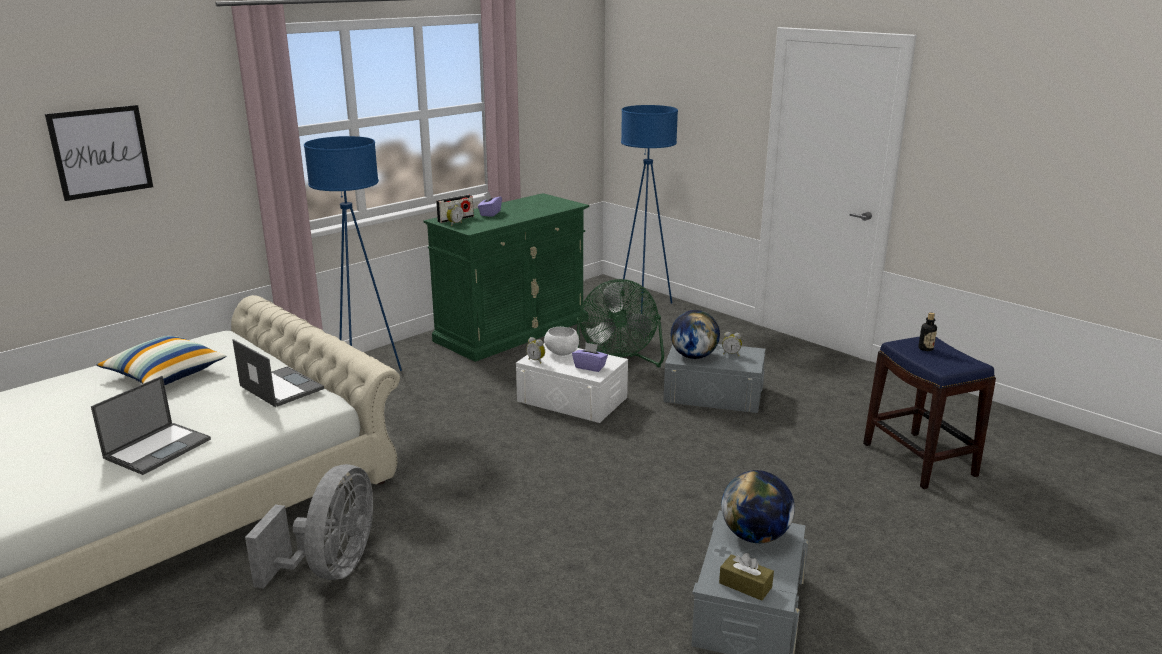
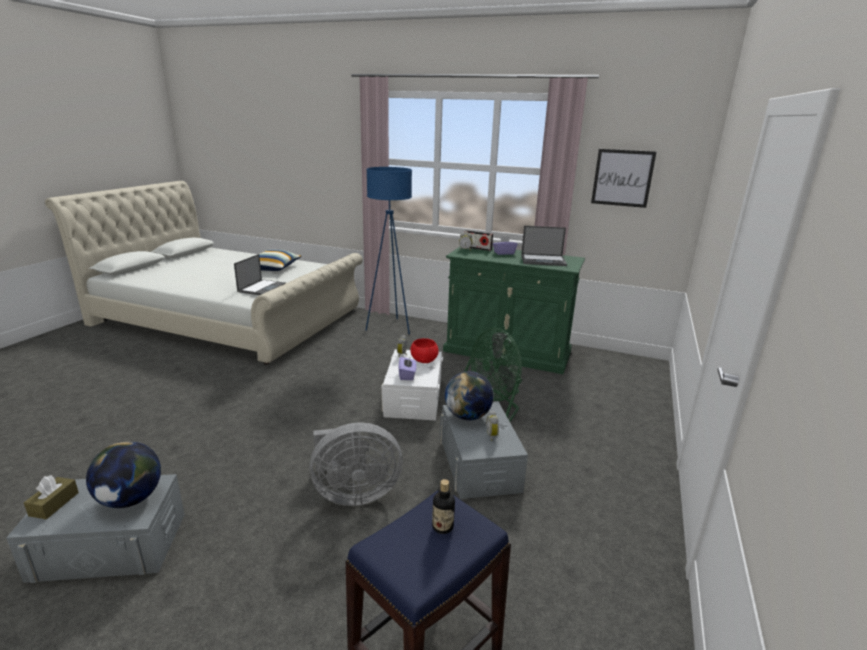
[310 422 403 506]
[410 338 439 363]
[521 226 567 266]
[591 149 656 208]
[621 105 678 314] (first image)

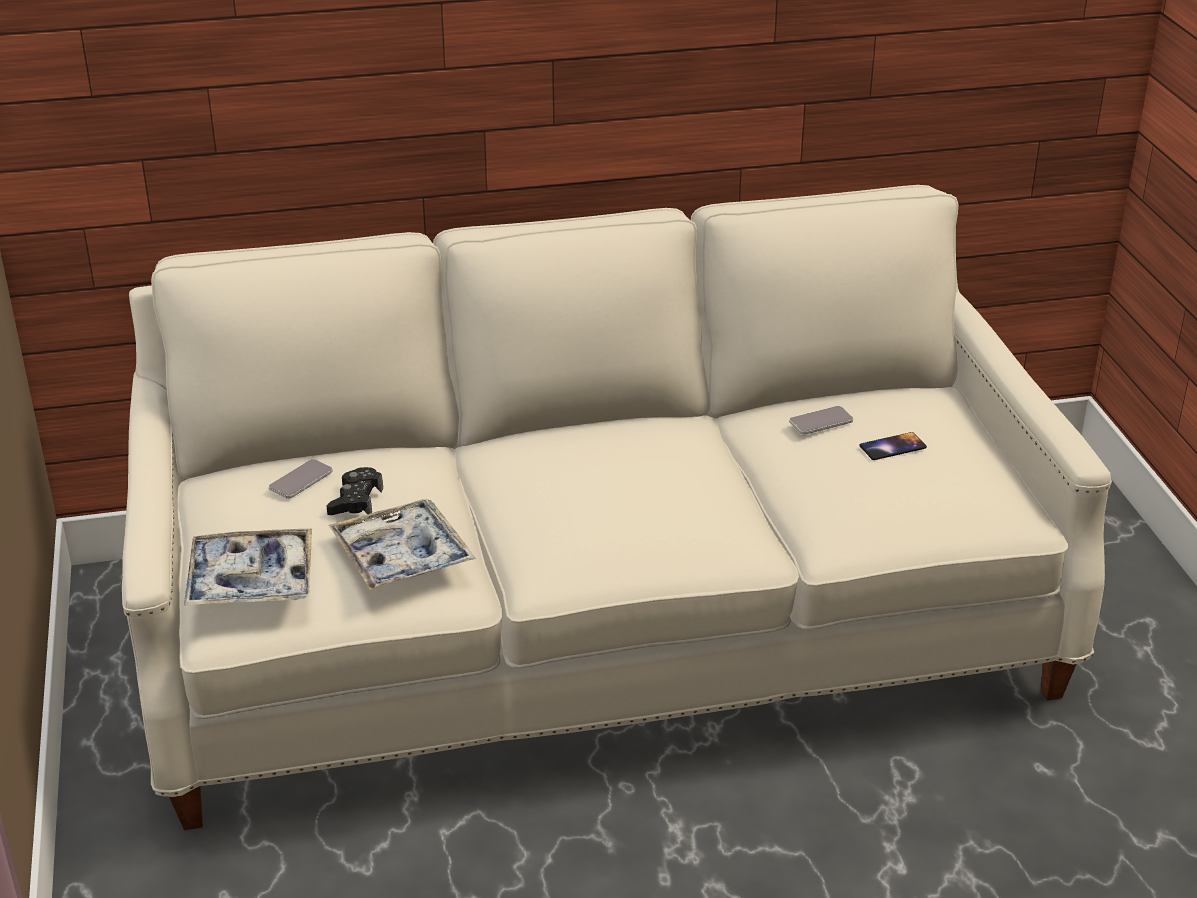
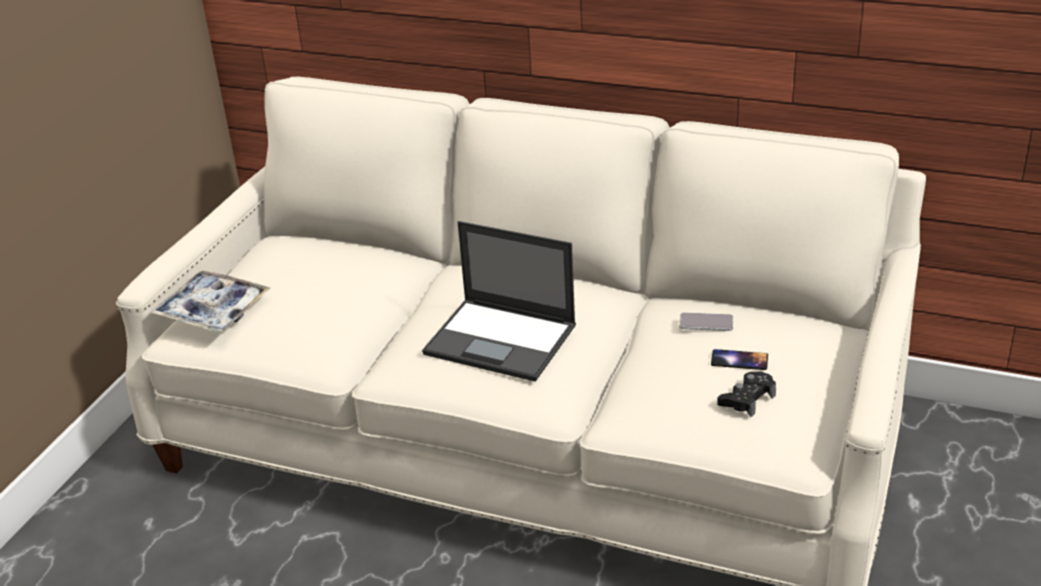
[422 221 576 382]
[717 372 776 417]
[269 459 333 499] (first image)
[329 499 476 590] (first image)

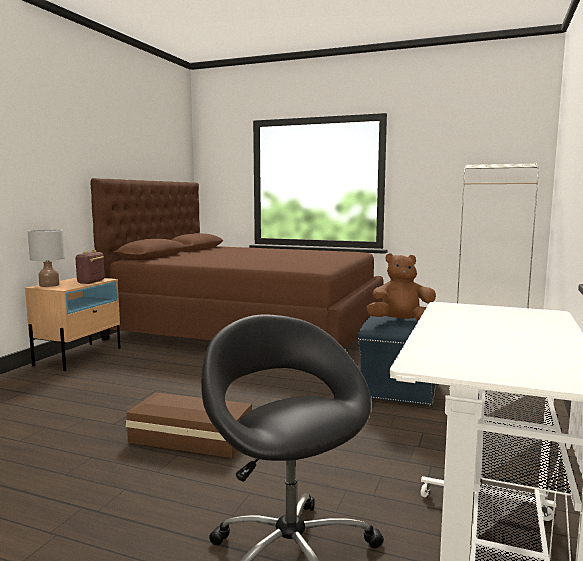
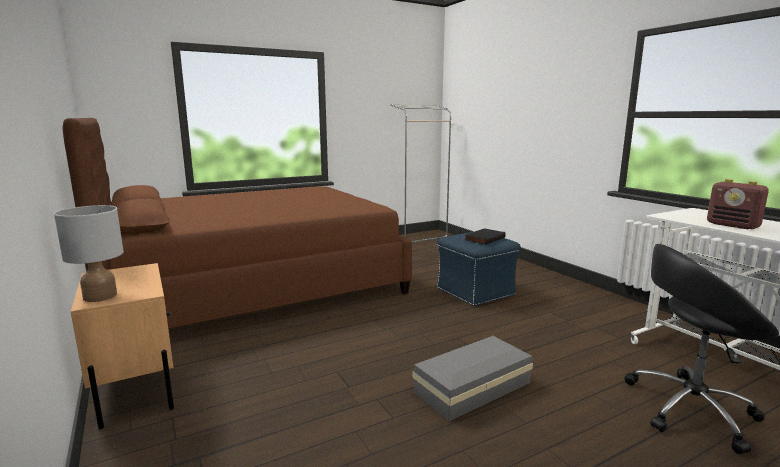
[412 336 533 421]
[465 228 506 245]
[707 179 769 229]

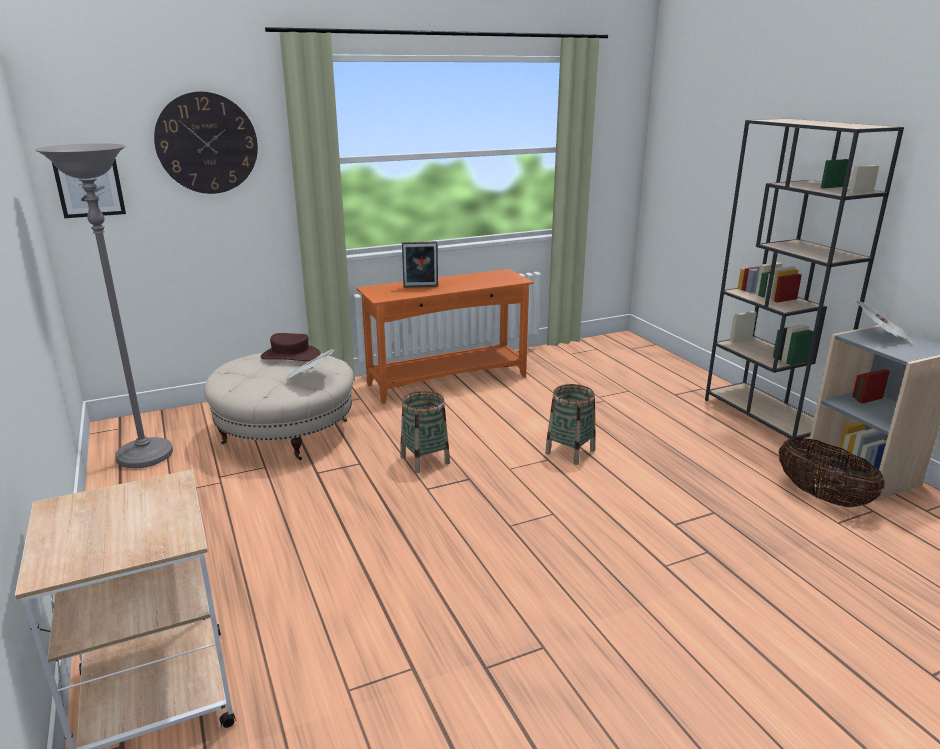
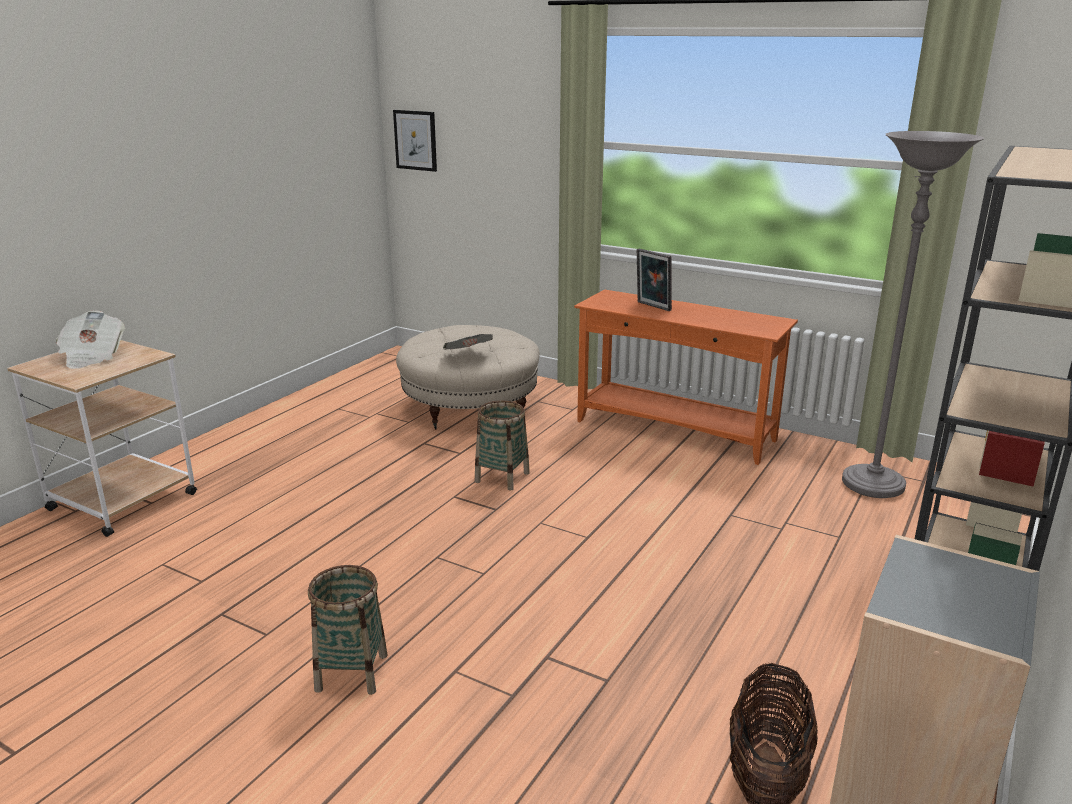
[56 310 125 369]
[308 565 388 695]
[842 131 984 498]
[154 92 258 194] (first image)
[260 333 321 361] (first image)

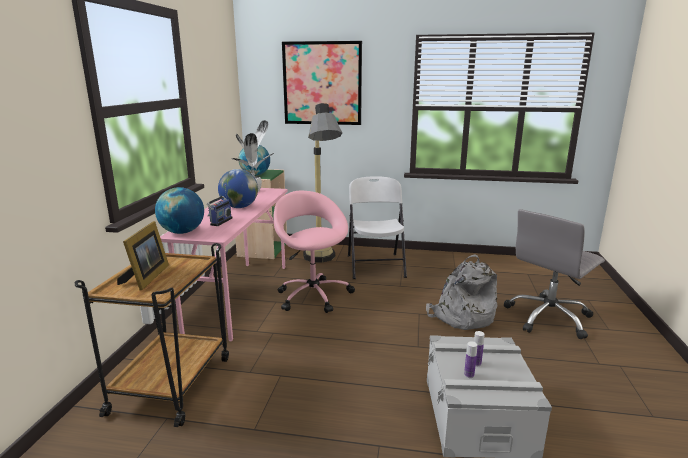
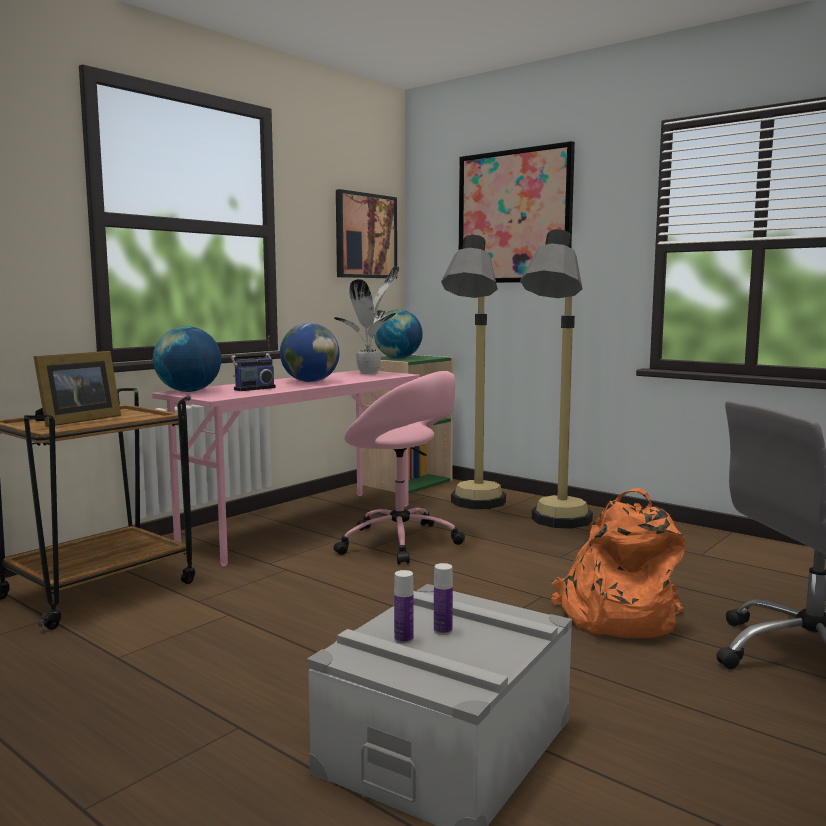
[333 371 465 564]
[336 189 397 278]
[520 229 593 529]
[551 488 686 638]

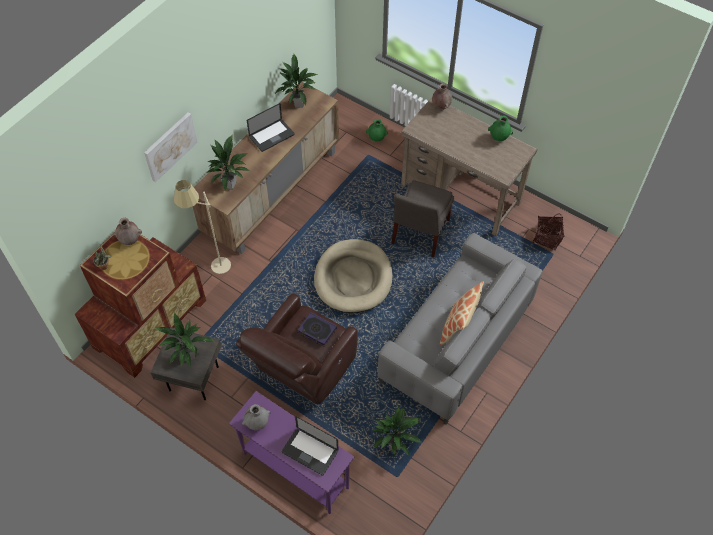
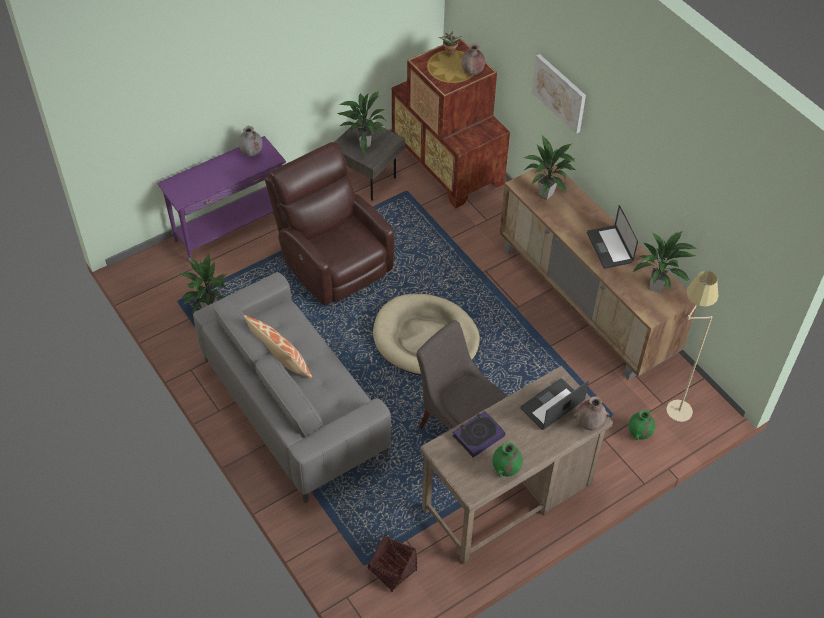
[452 411 505 458]
[520 378 589 430]
[666 271 718 422]

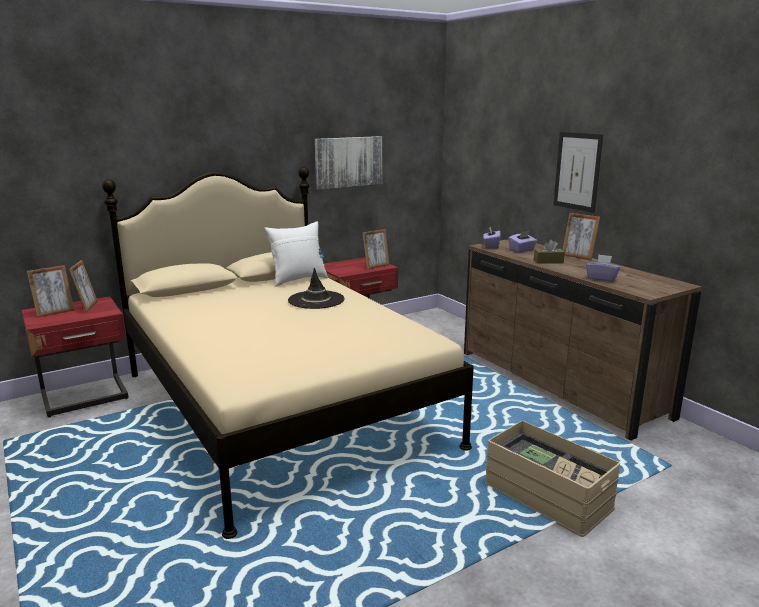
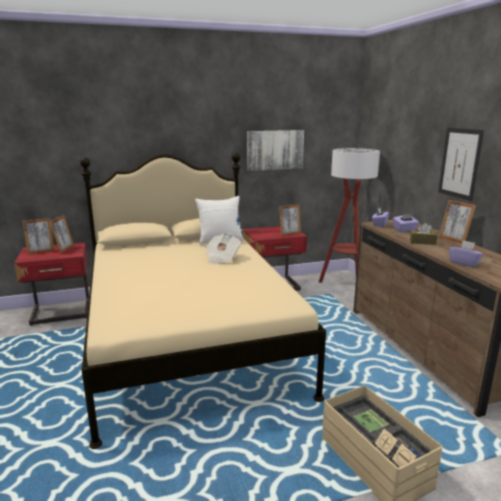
[206 233 242 265]
[319 148 380 283]

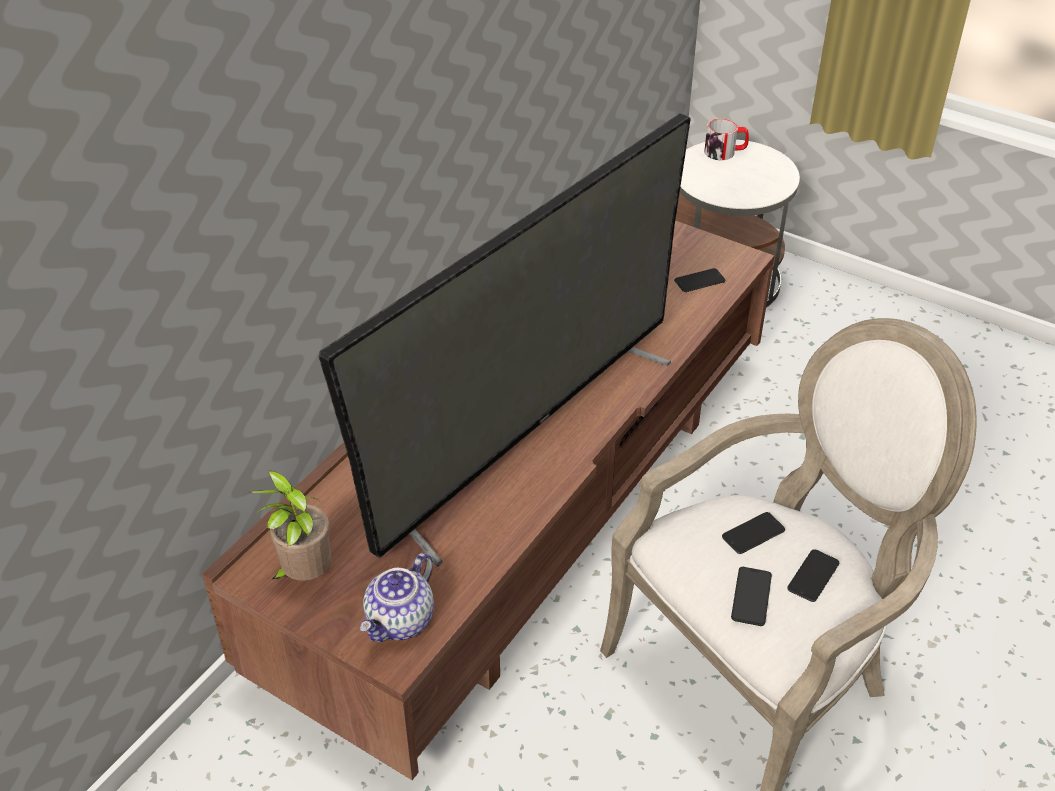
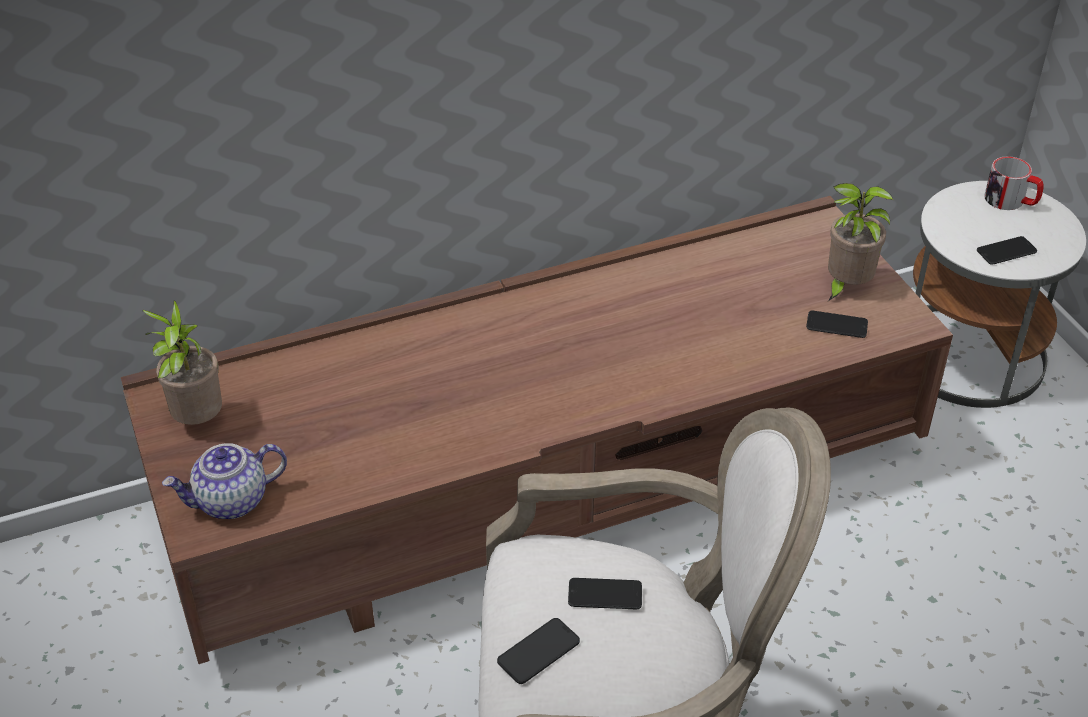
[828 183 893 301]
[977 236 1037 265]
[318 114 691 567] (first image)

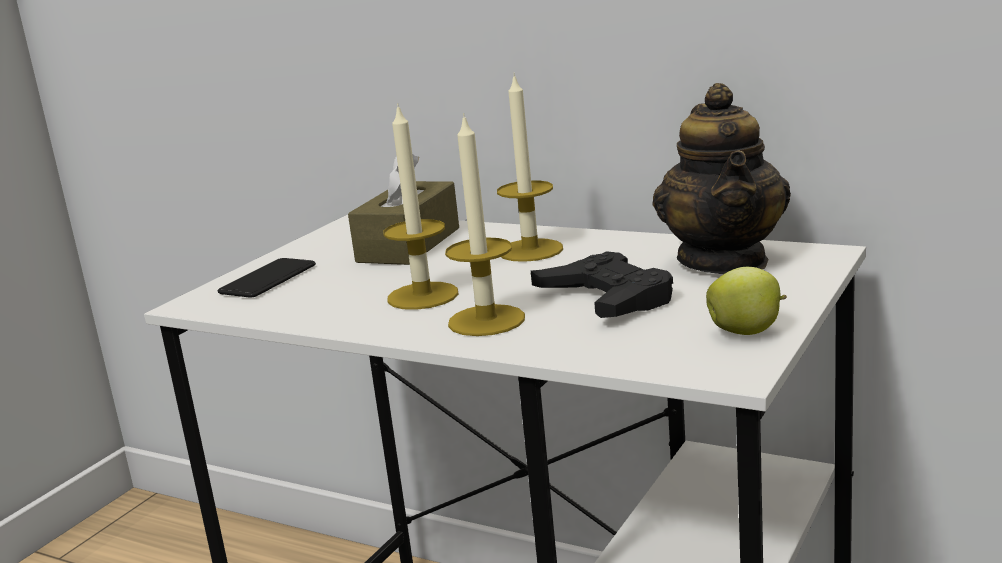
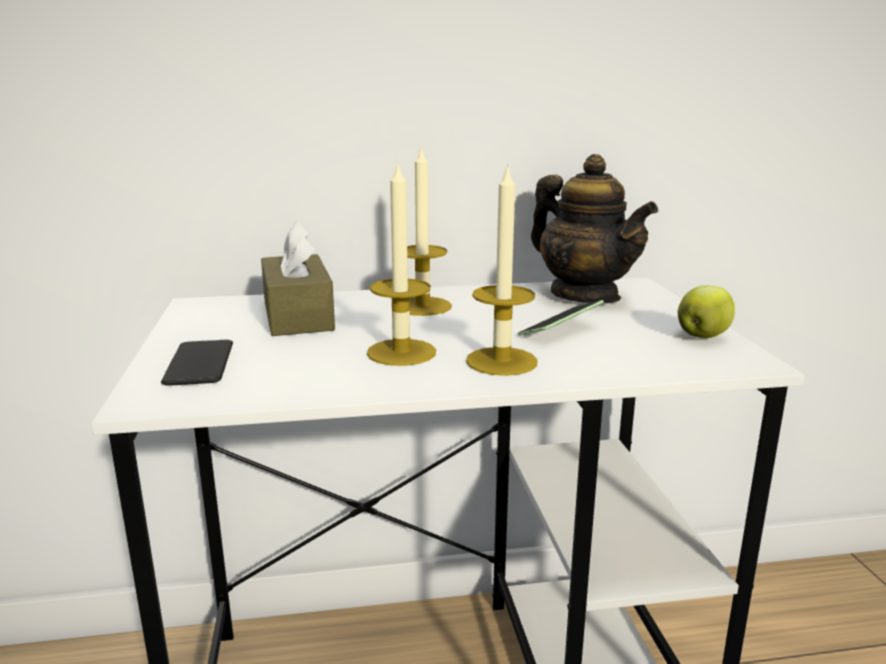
[517 300 604 336]

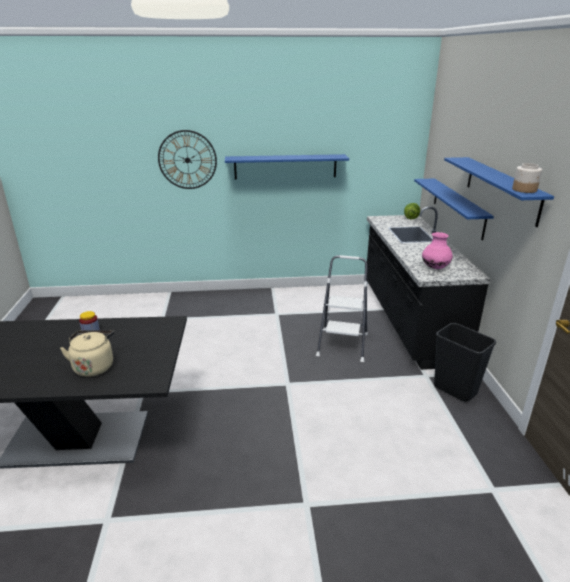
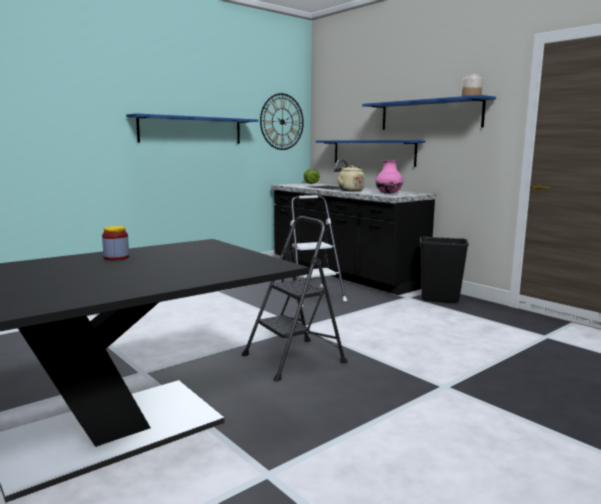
[242 216 348 382]
[260 93 304 150]
[334 165 365 191]

